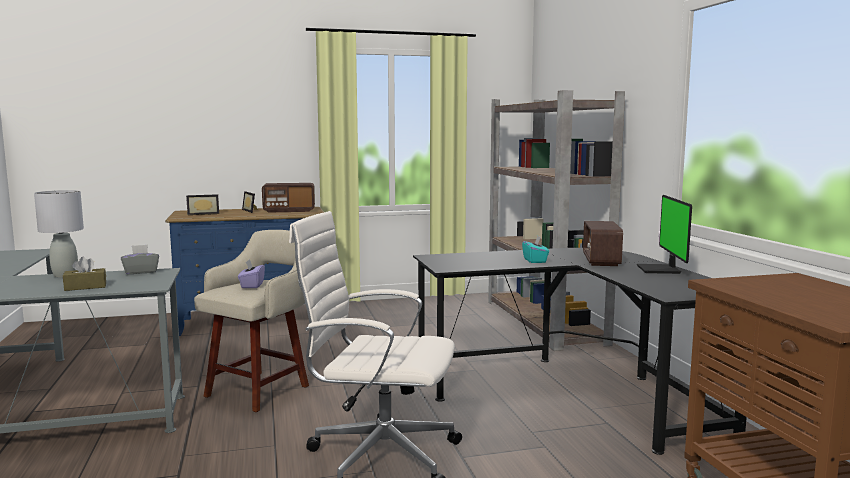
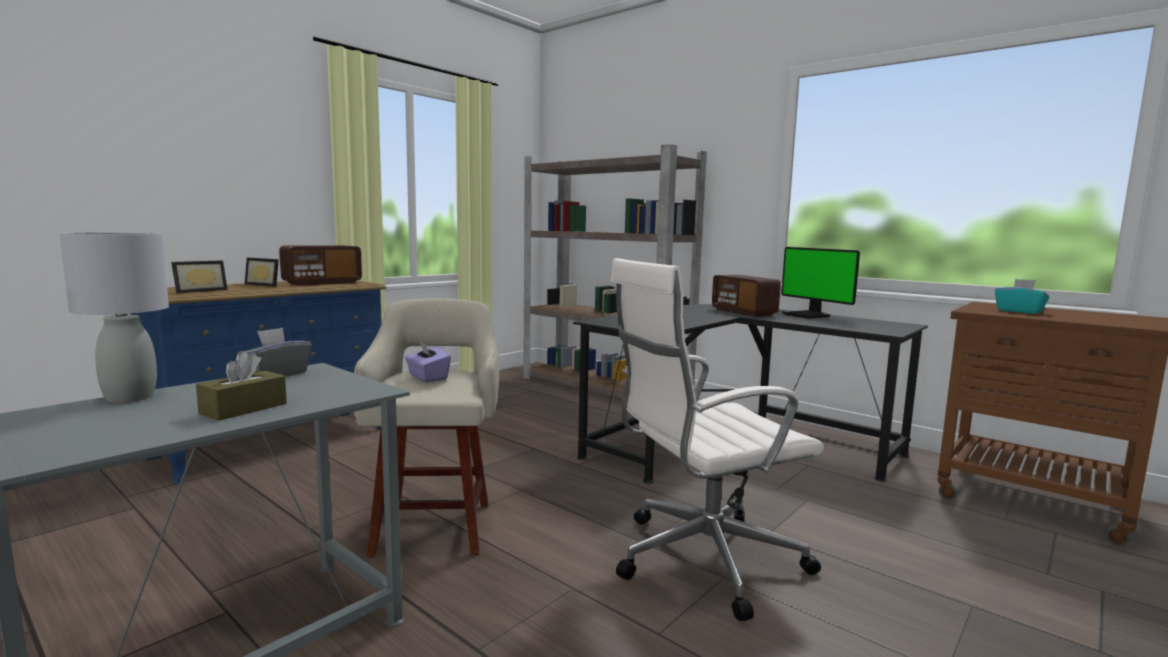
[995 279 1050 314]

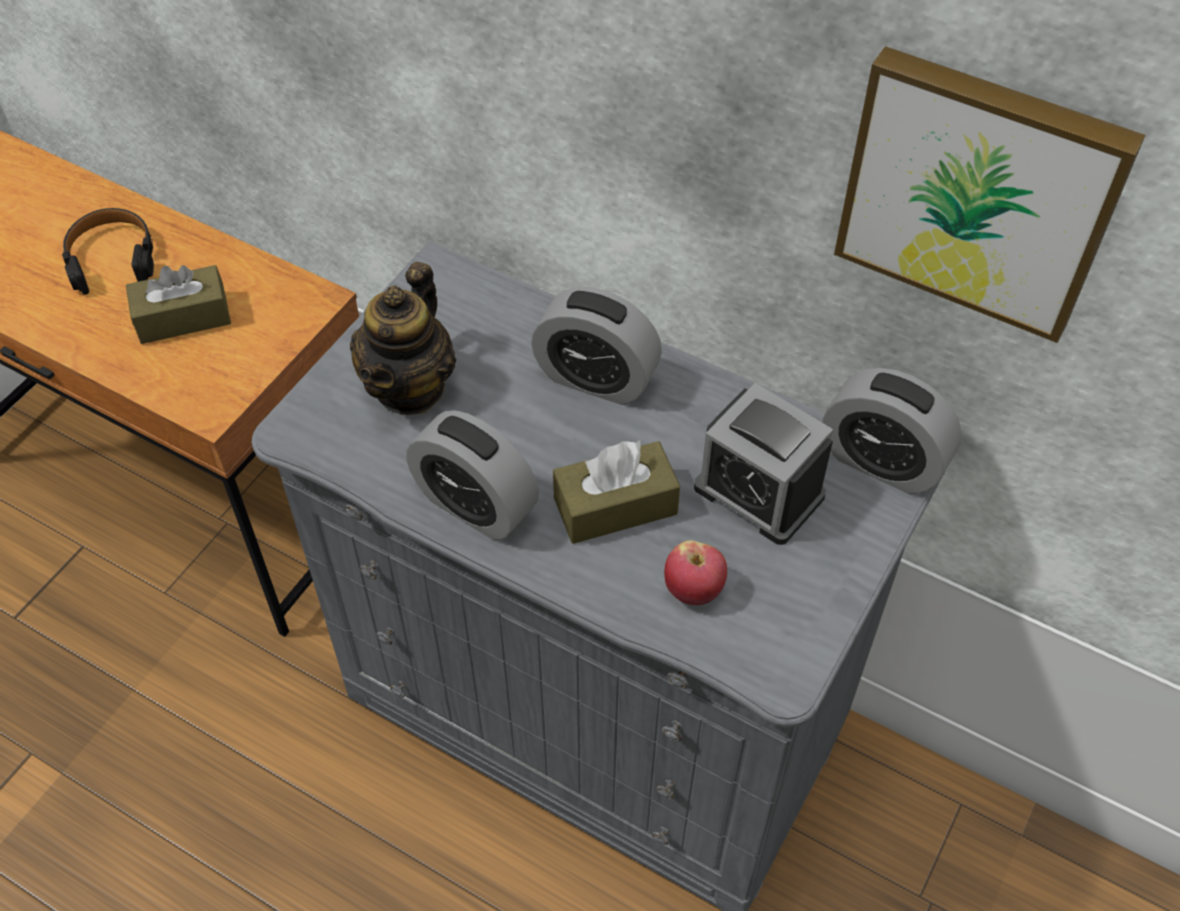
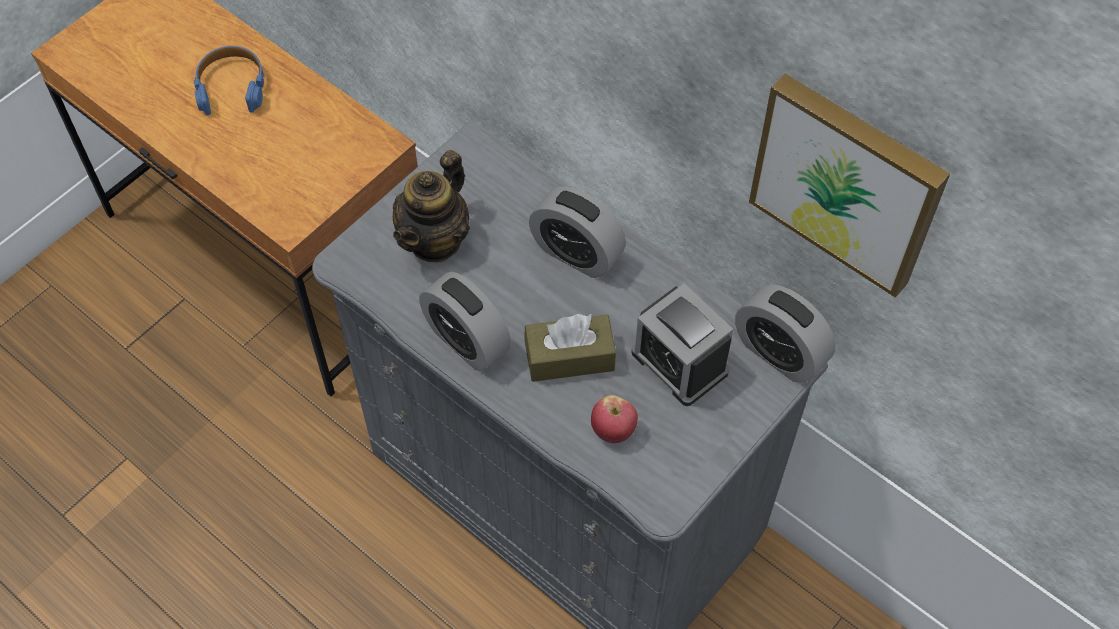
[194 46 265 115]
[126 265 231 344] (first image)

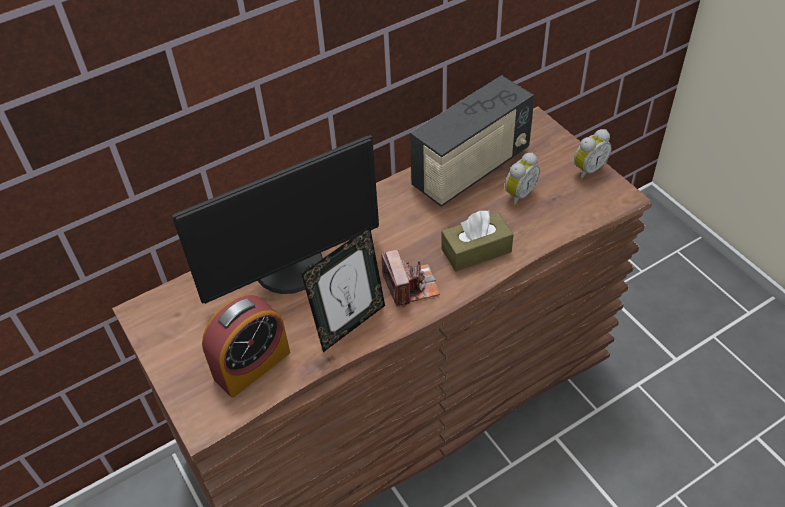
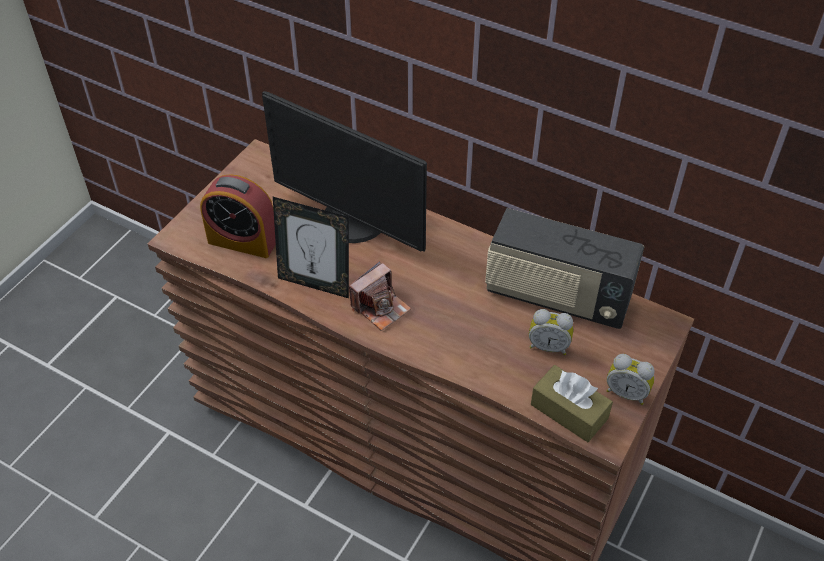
[531 365 613 442]

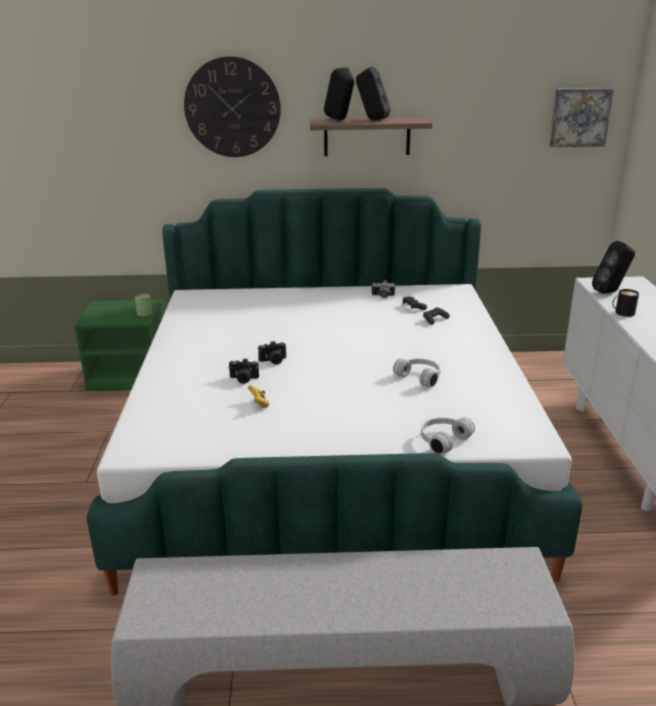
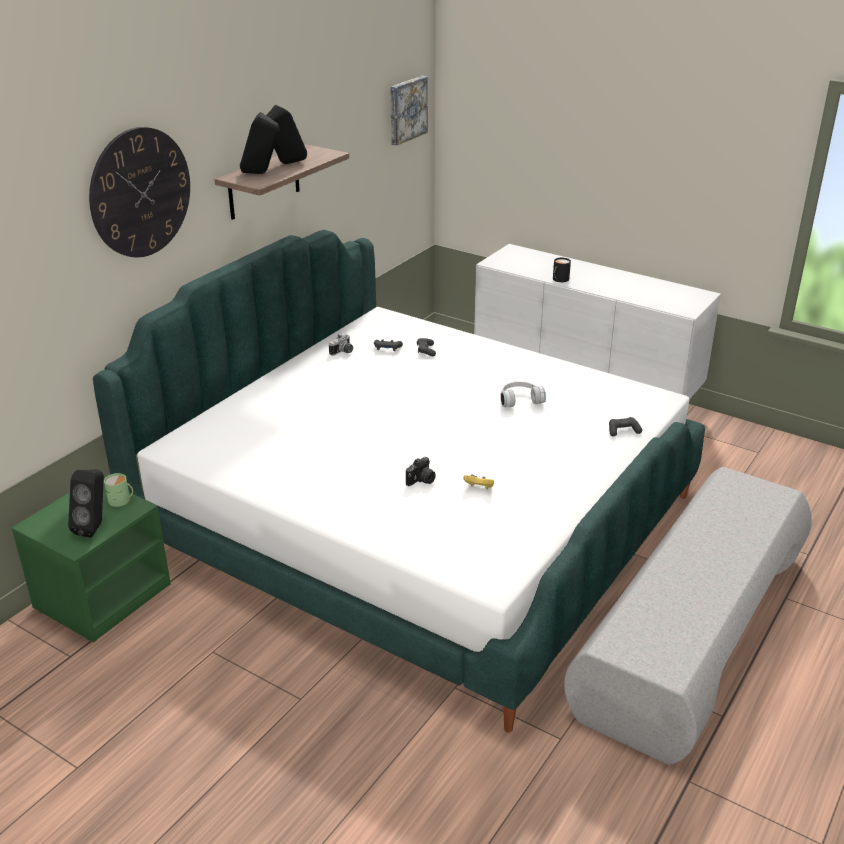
[68 470 104 538]
[609 417 642 436]
[258 341 287 365] (first image)

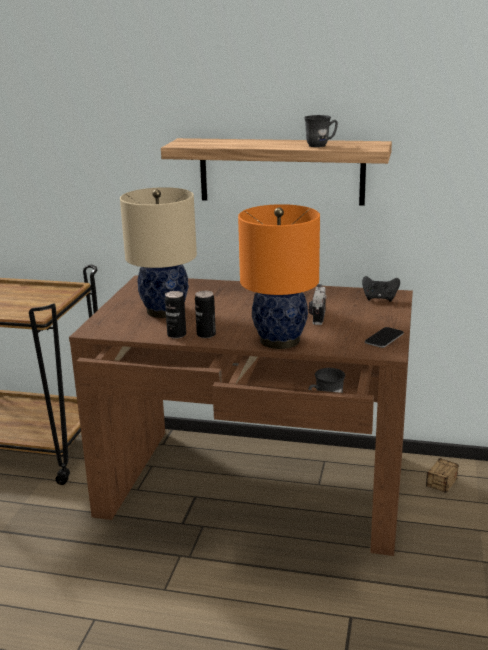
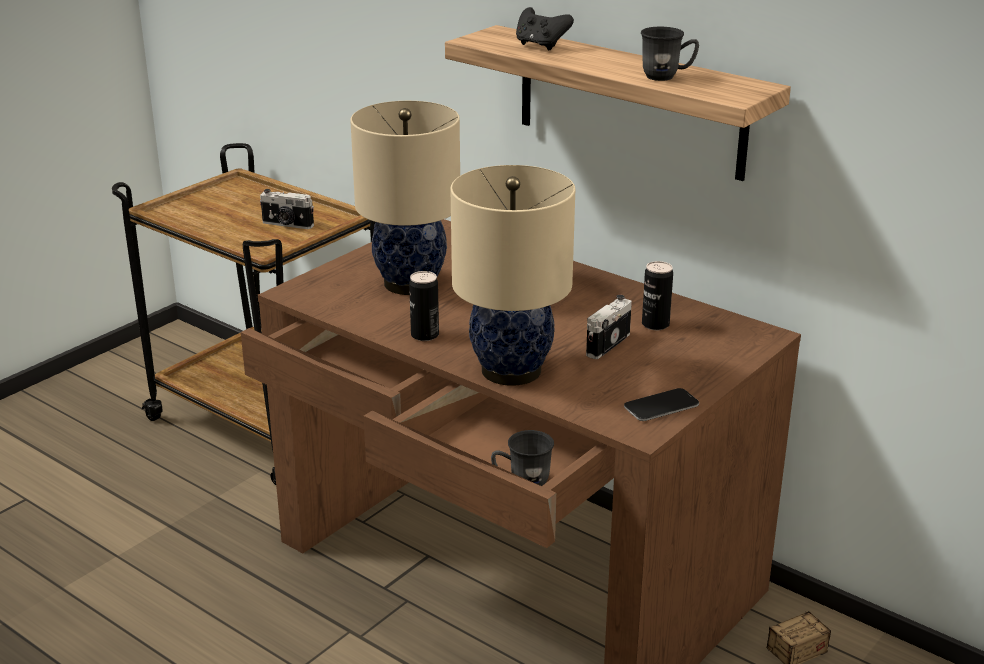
[260 189 314 229]
[450 165 575 386]
[516 7 574 50]
[642 261 673 330]

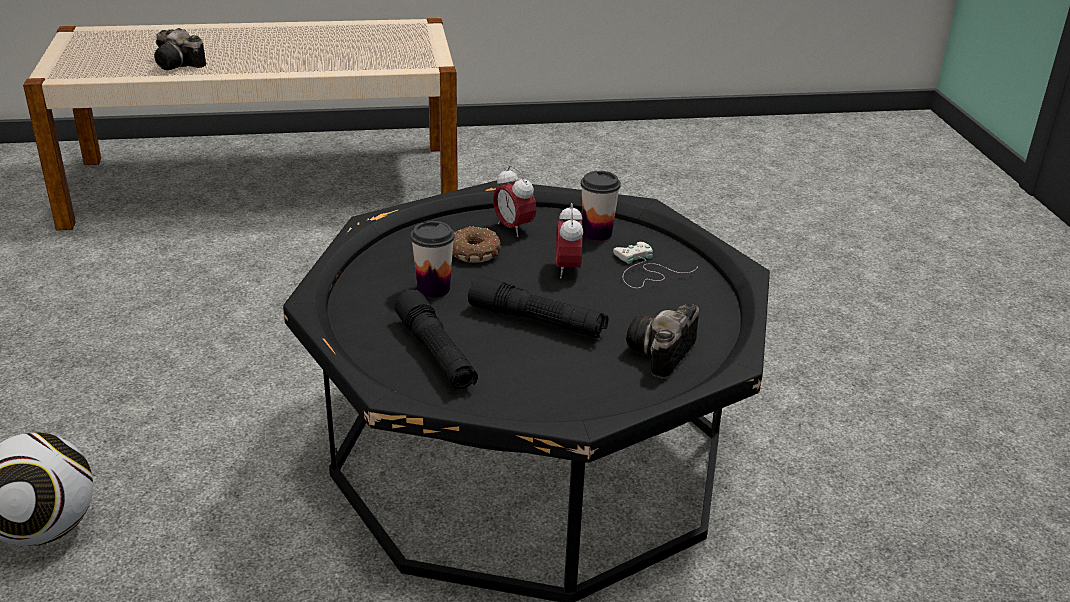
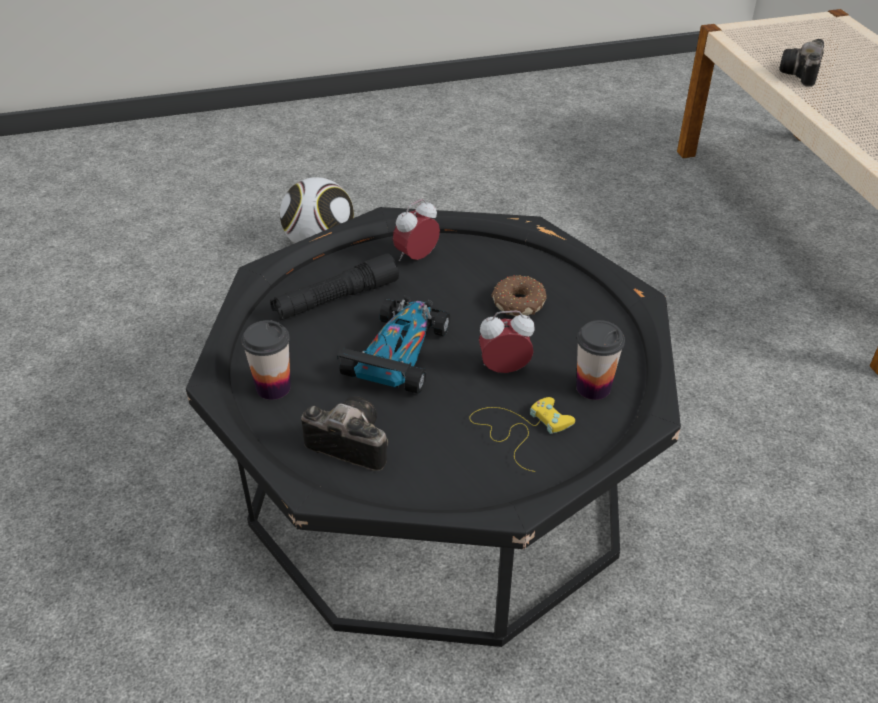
[241 320 291 400]
[337 295 450 394]
[393 199 440 261]
[469 397 575 472]

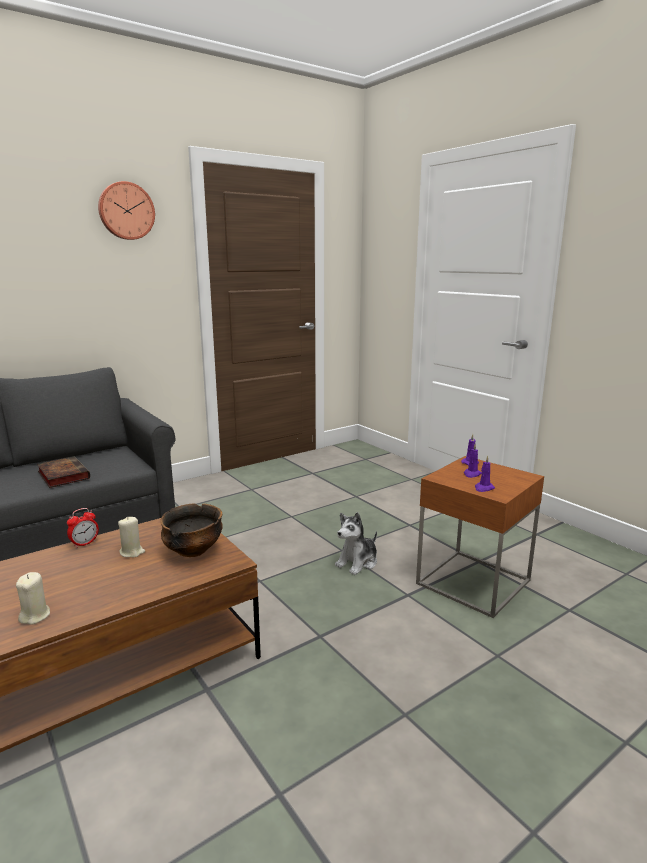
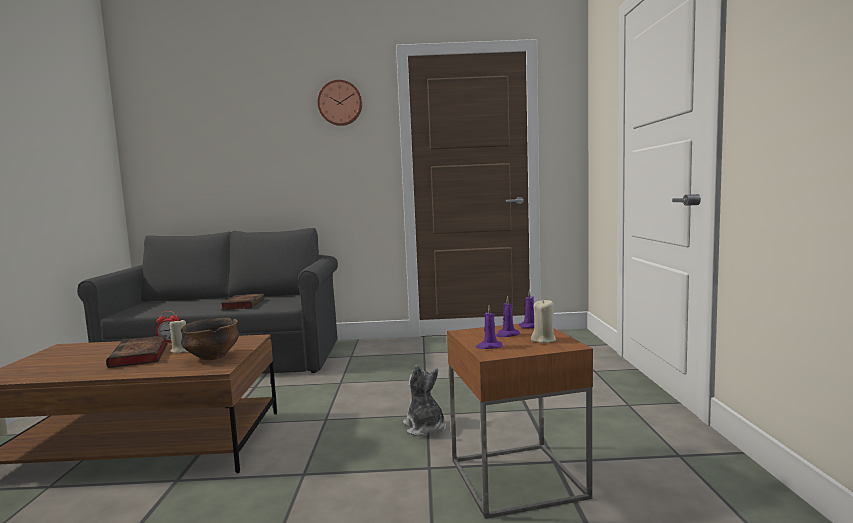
[106 335 168 368]
[403 365 446 437]
[531 299 556 343]

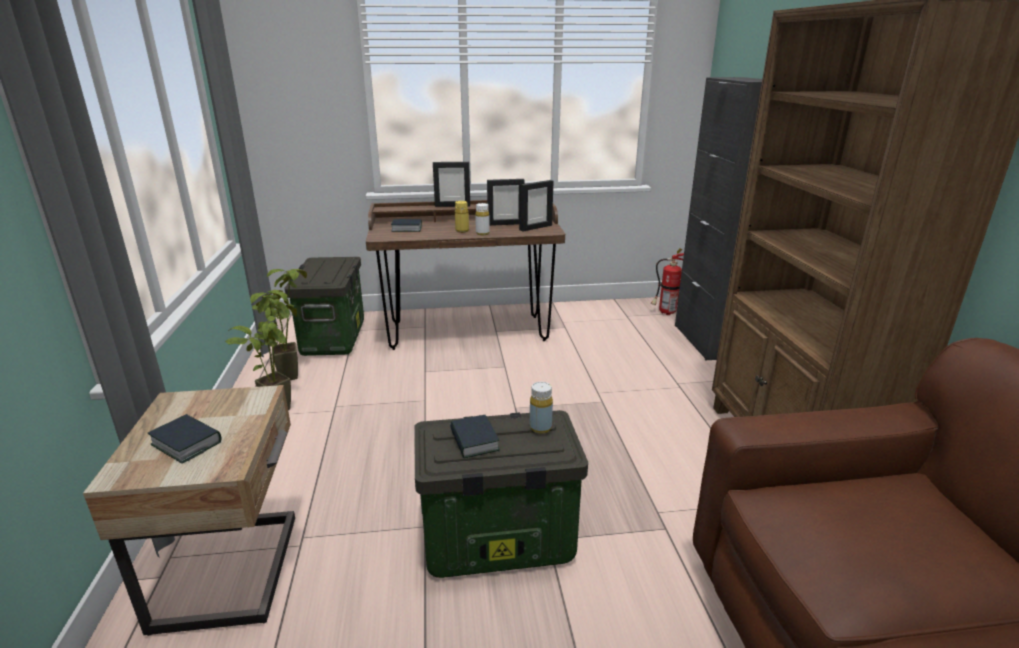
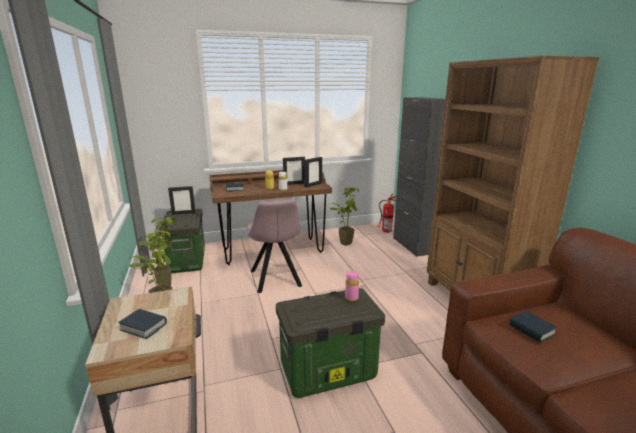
[168 186 195 215]
[247 199 302 293]
[330 188 359 246]
[345 271 359 302]
[509 311 557 343]

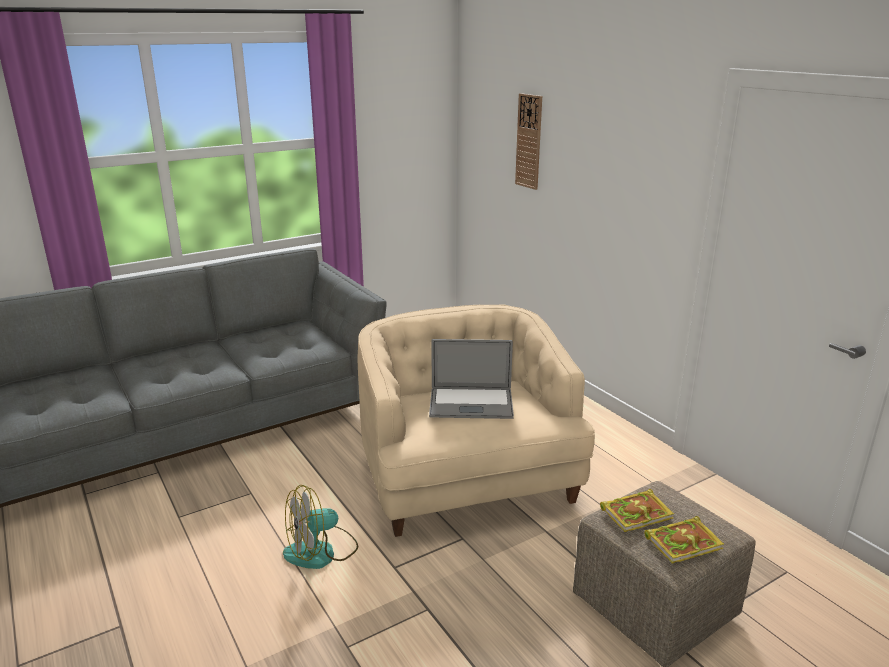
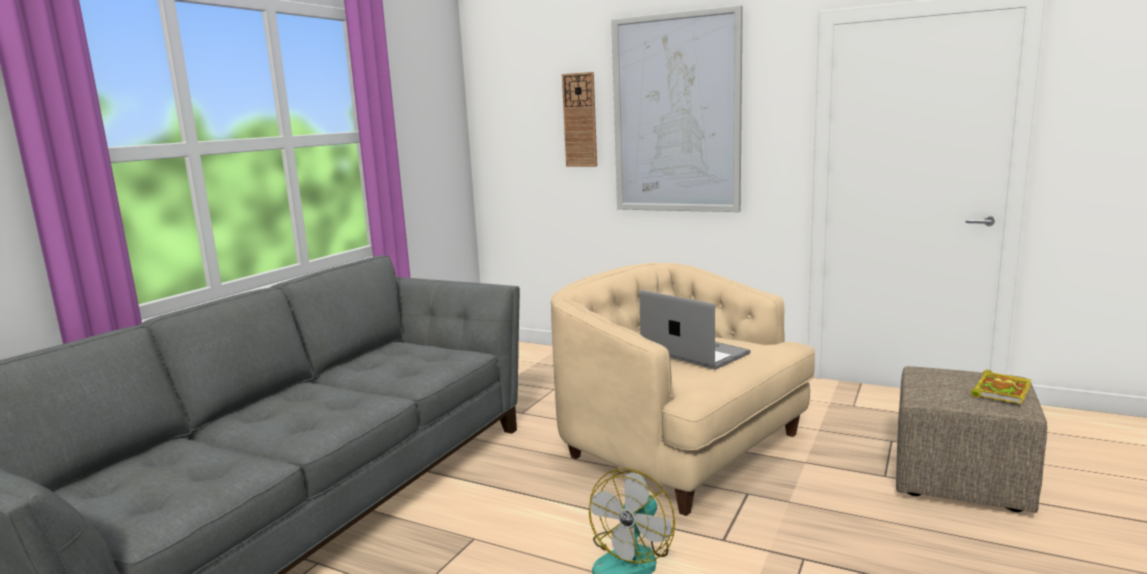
[611 5 743 212]
[639 290 751 370]
[600 489 674 532] (first image)

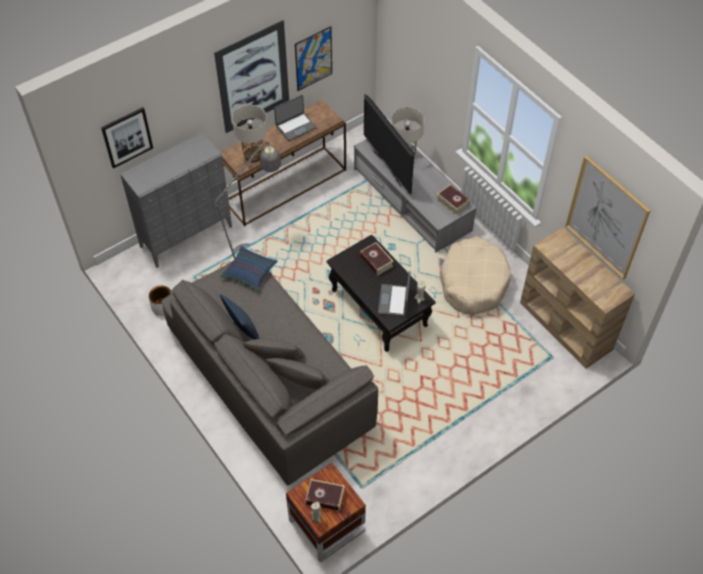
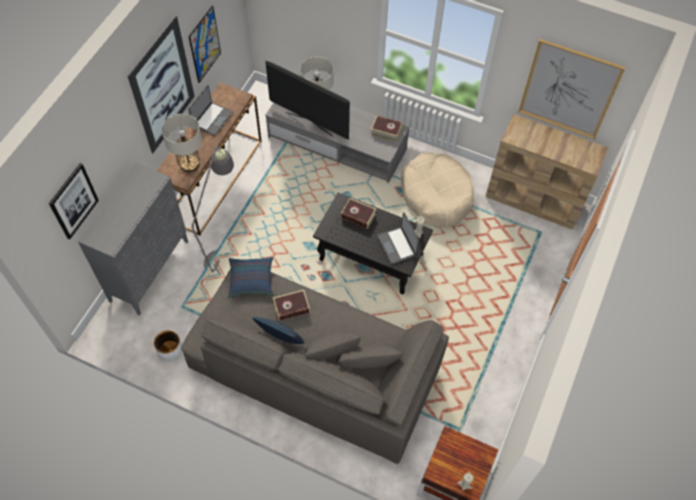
[273 290 310 321]

